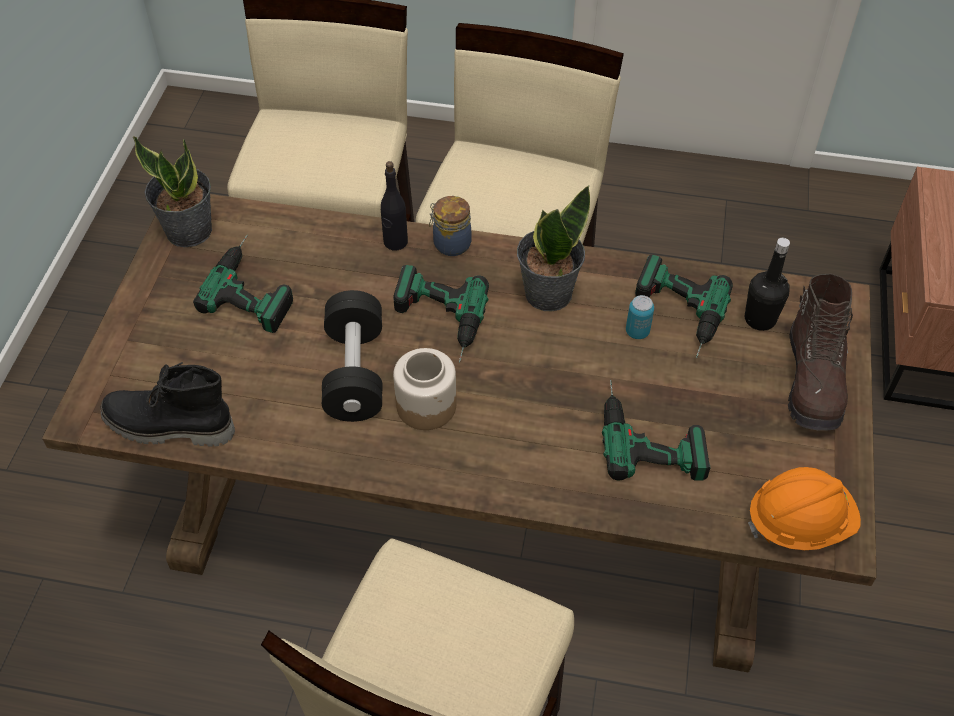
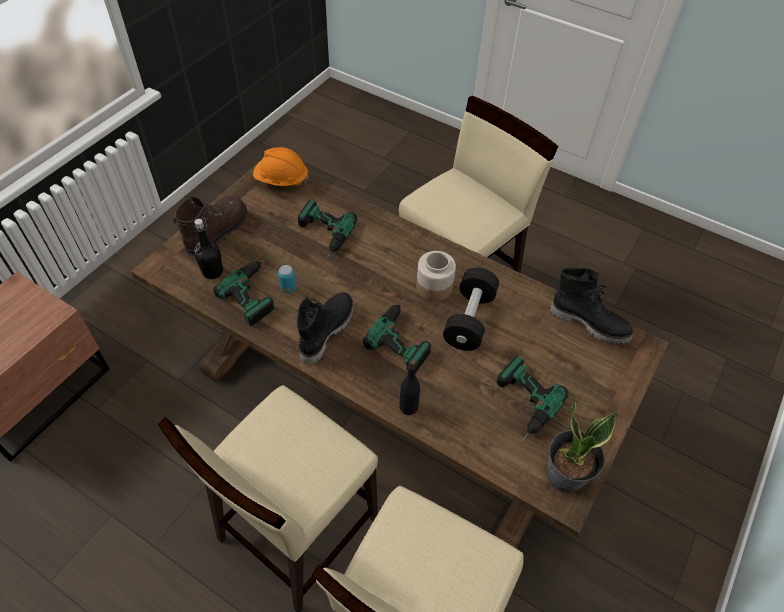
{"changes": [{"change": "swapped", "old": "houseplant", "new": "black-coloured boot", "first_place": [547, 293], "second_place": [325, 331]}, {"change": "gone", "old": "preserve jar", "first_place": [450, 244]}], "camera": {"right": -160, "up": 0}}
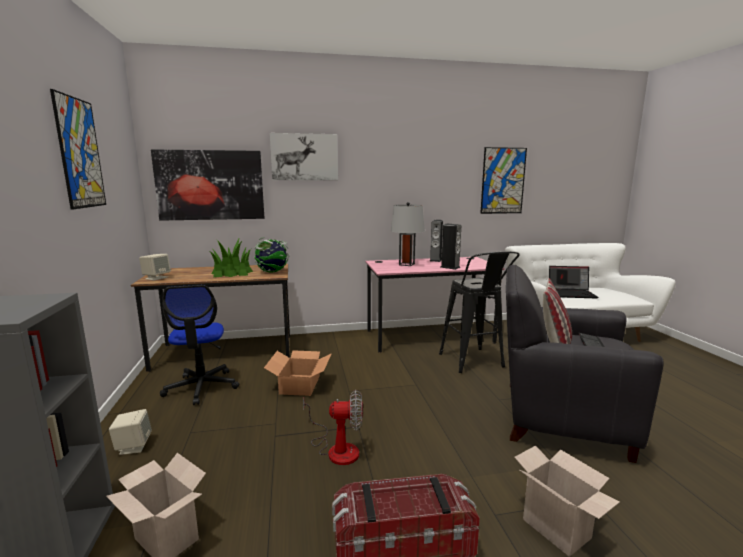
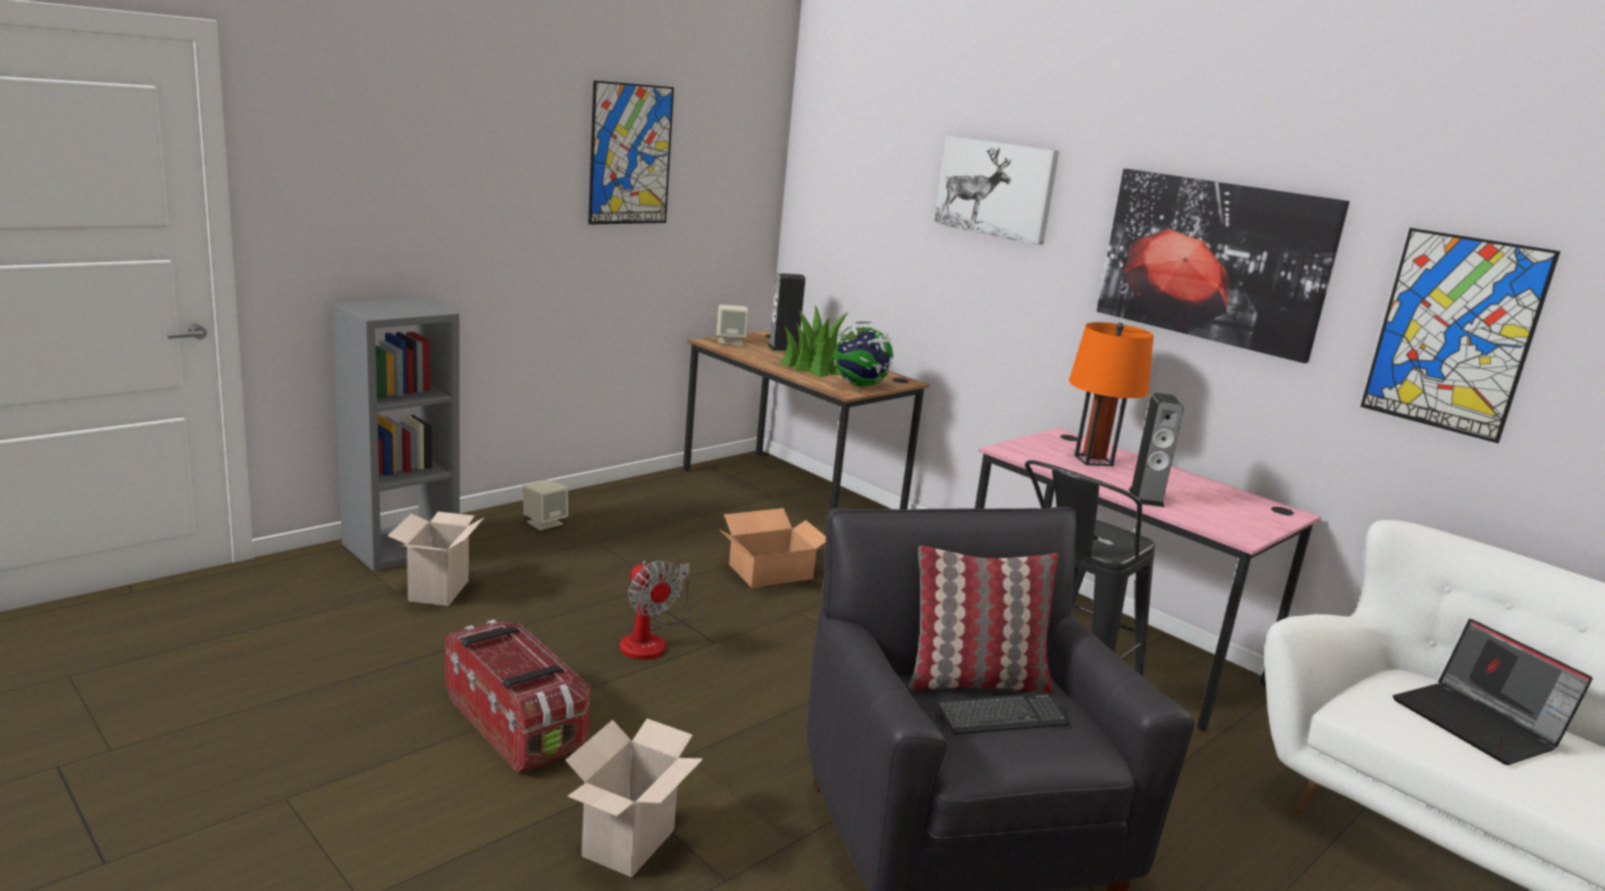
{"changes": [{"change": "shifted", "old": "speaker", "first_place": [435, 260], "second_place": [783, 348]}, {"change": "repainted", "old": "greyish lamp for a table", "new": "orangey lamp for a table", "first_place": [406, 264], "second_place": [1093, 460]}, {"change": "shifted", "old": "wall art", "first_place": [210, 185], "second_place": [1213, 261]}, {"change": "gone", "old": "office chair", "first_place": [202, 387]}], "camera": {"right": 55, "up": 5}}
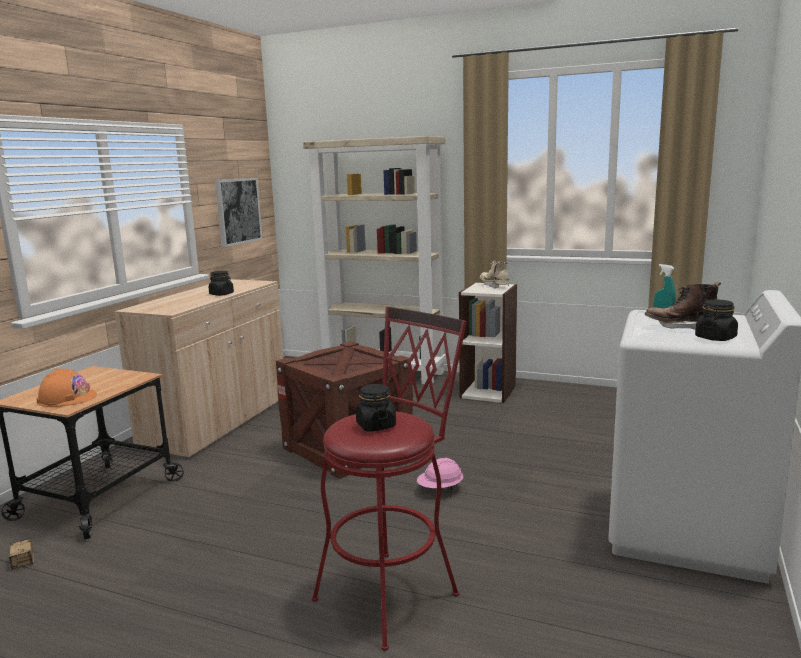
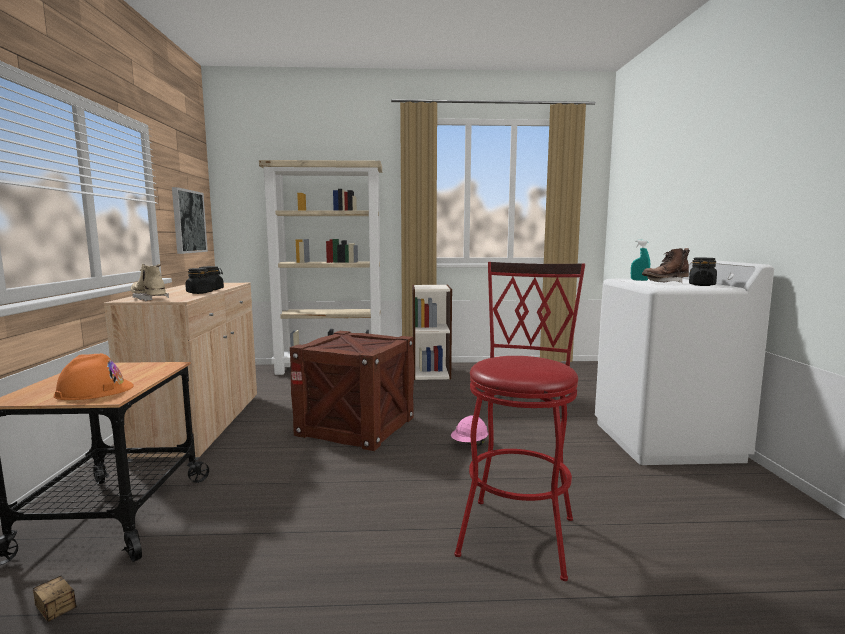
{"changes": [{"change": "shifted", "old": "beige-coloured boot", "first_place": [494, 286], "second_place": [149, 299]}, {"change": "shifted", "old": "black-coloured preserve jar", "first_place": [375, 426], "second_place": [199, 293]}], "camera": {"right": -25, "up": -5}}
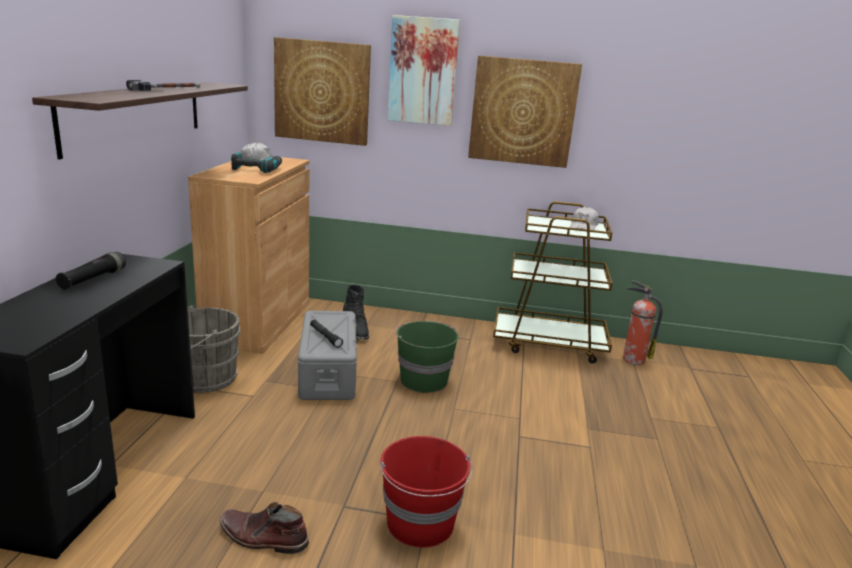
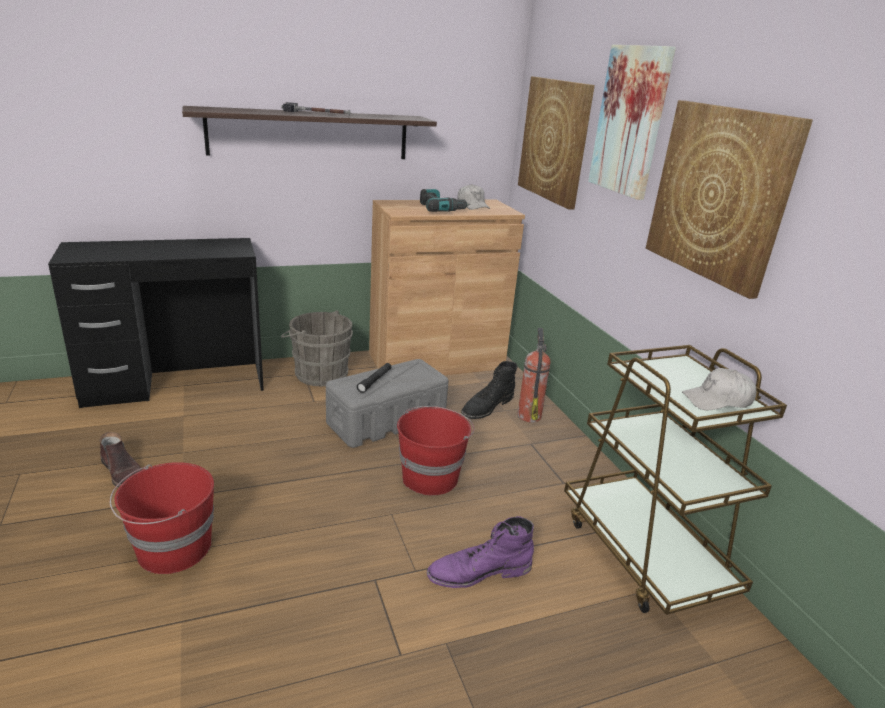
{"changes": [{"change": "rotated", "old": "brownish boot", "first_place": [263, 538], "second_place": [123, 473], "degrees": 150}, {"change": "repainted", "old": "green bucket", "new": "red bucket", "first_place": [423, 380], "second_place": [430, 477]}, {"change": "new", "new": "purplish boot", "second_place": [479, 572]}, {"change": "shifted", "old": "extinguisher", "first_place": [632, 359], "second_place": [529, 415]}, {"change": "gone", "old": "black-coloured hand torch", "first_place": [93, 279]}], "camera": {"right": 60, "up": 5}}
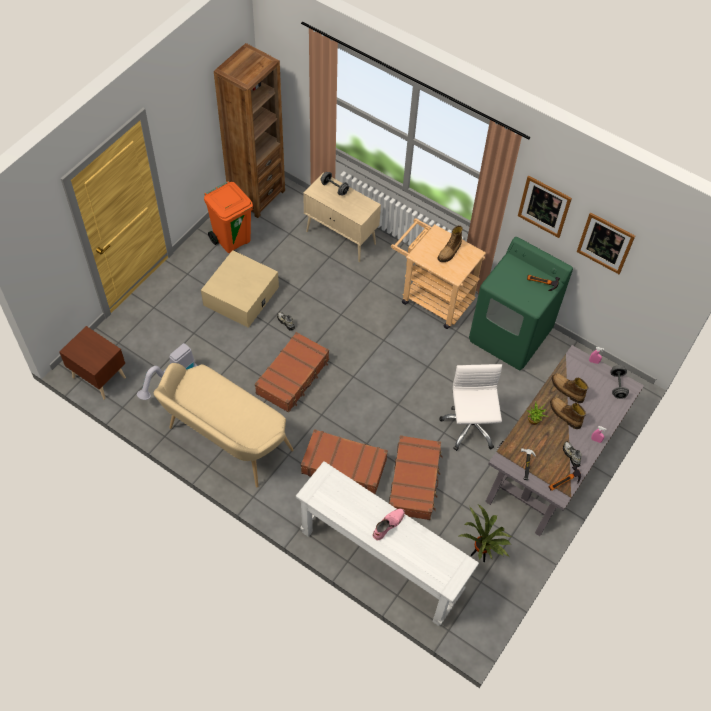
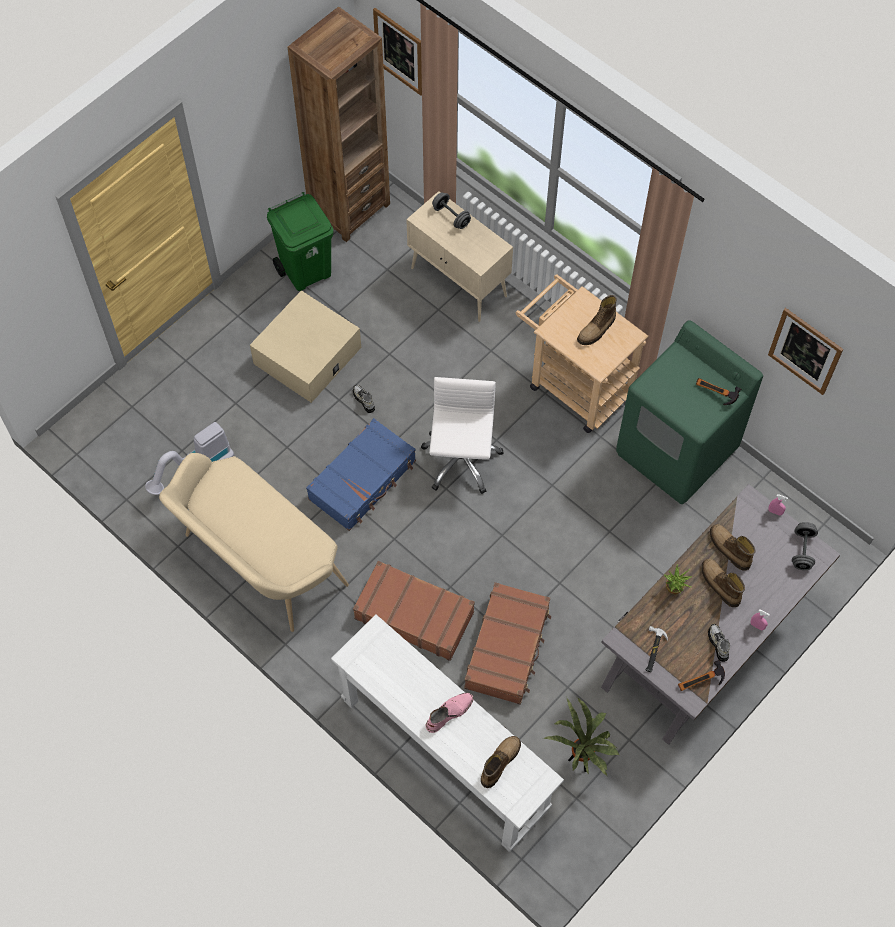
{"changes": [{"change": "repainted", "old": "orangey rubbish bin", "new": "green rubbish bin", "first_place": [232, 239], "second_place": [306, 271]}, {"change": "repainted", "old": "brownish travel case", "new": "blue travel case", "first_place": [293, 377], "second_place": [363, 480]}, {"change": "shifted", "old": "wall art", "first_place": [544, 206], "second_place": [399, 51]}, {"change": "shifted", "old": "white office chair", "first_place": [470, 426], "second_place": [460, 460]}, {"change": "new", "new": "boot", "second_place": [499, 762]}, {"change": "gone", "old": "brownish night table", "first_place": [99, 376]}], "camera": {"right": 10, "up": 5}}
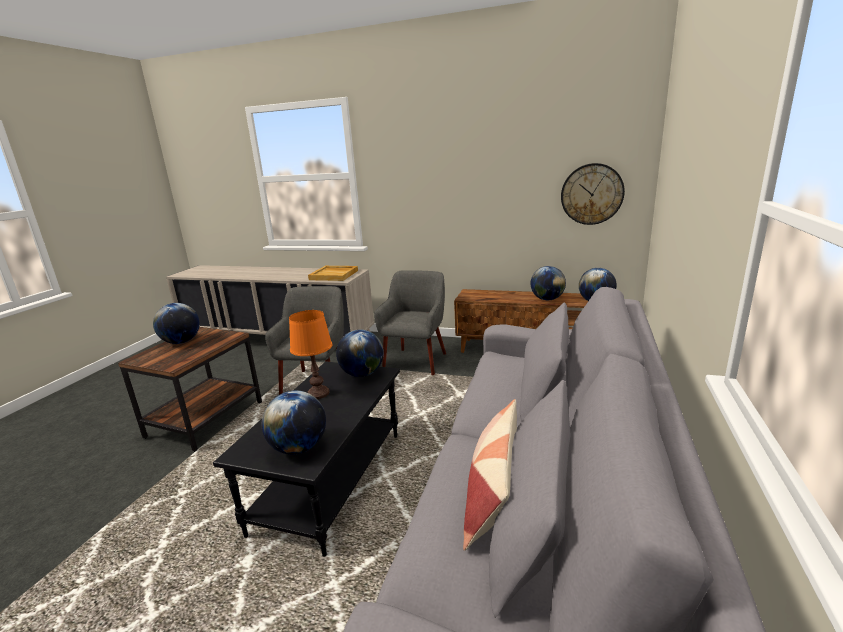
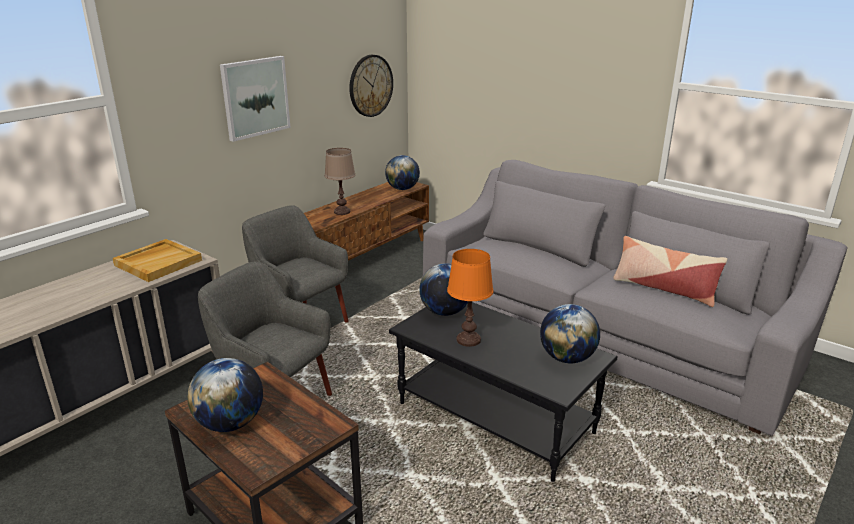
{"changes": [{"change": "new", "new": "wall art", "second_place": [255, 97]}, {"change": "new", "new": "brownish lamp for a table", "second_place": [342, 212]}, {"change": "gone", "old": "globe", "first_place": [547, 299]}], "camera": {"right": -70, "up": 5}}
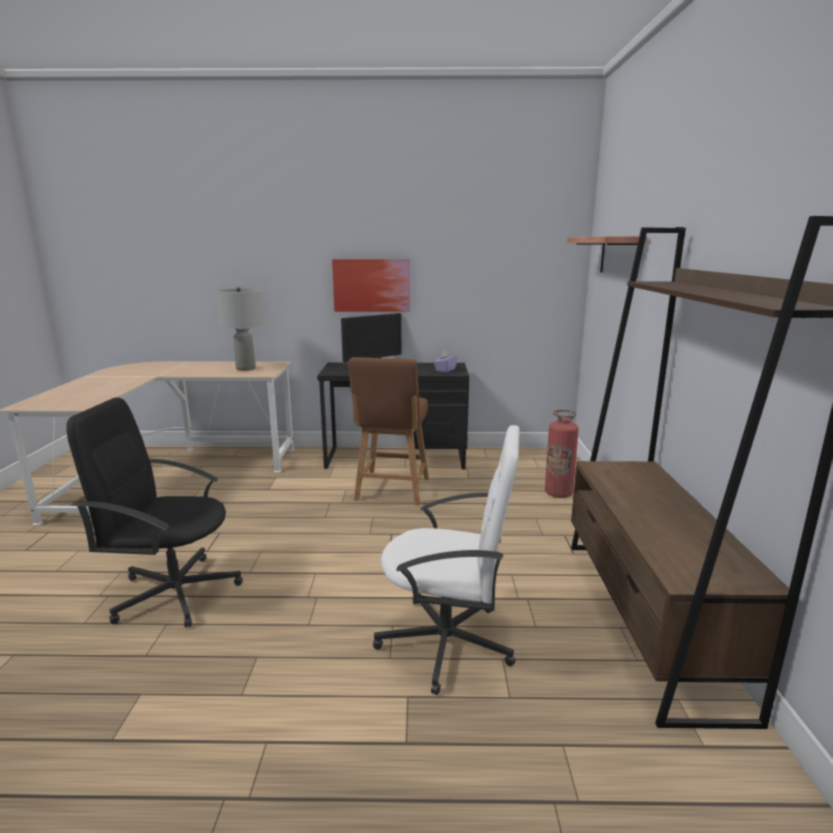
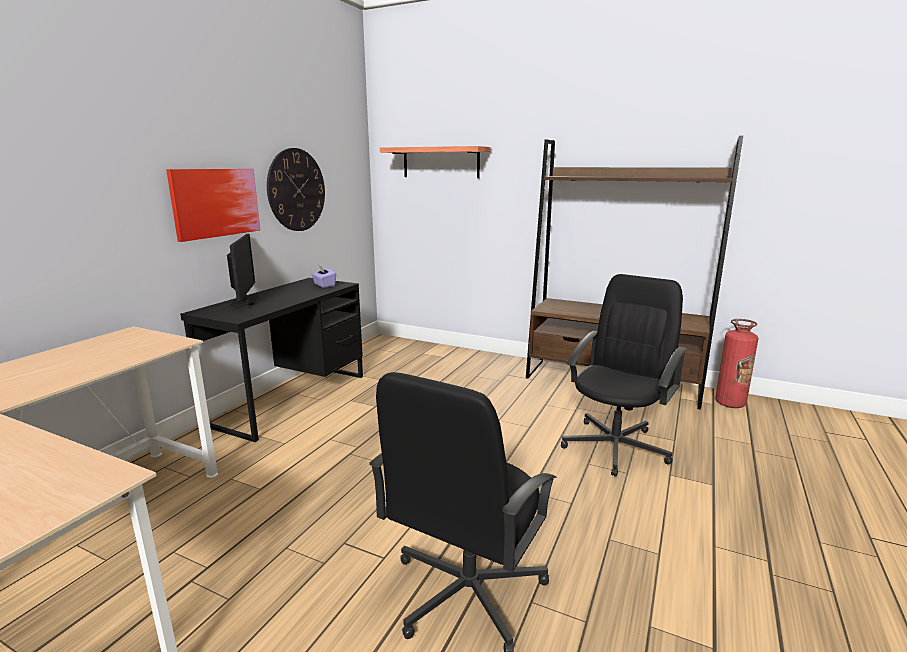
{"changes": [{"change": "new", "new": "wall clock", "second_place": [296, 190]}, {"change": "repainted", "old": "white office chair", "new": "black-coloured office chair", "first_place": [448, 642], "second_place": [616, 446]}, {"change": "shifted", "old": "extinguisher", "first_place": [558, 493], "second_place": [730, 403]}, {"change": "gone", "old": "greyish lamp for a table", "first_place": [245, 368]}, {"change": "gone", "old": "brownish sitting stool", "first_place": [392, 491]}], "camera": {"right": -65, "up": 0}}
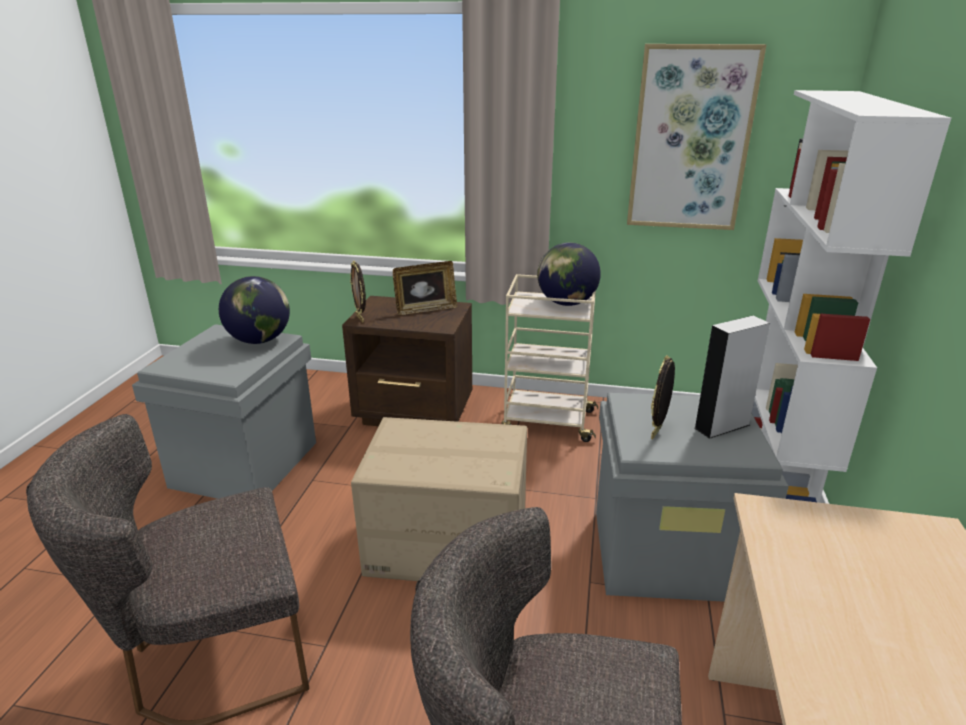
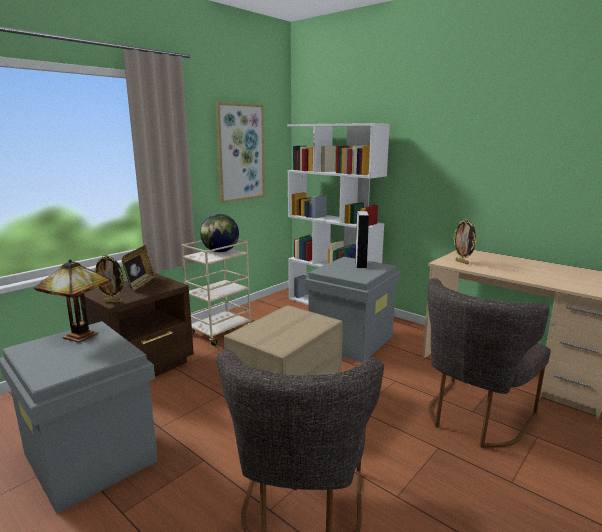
{"changes": [{"change": "swapped", "old": "globe", "new": "lamp for a table", "first_place": [260, 340], "second_place": [81, 334]}, {"change": "shifted", "old": "picture frame", "first_place": [657, 432], "second_place": [462, 262]}], "camera": {"right": -60, "up": -10}}
